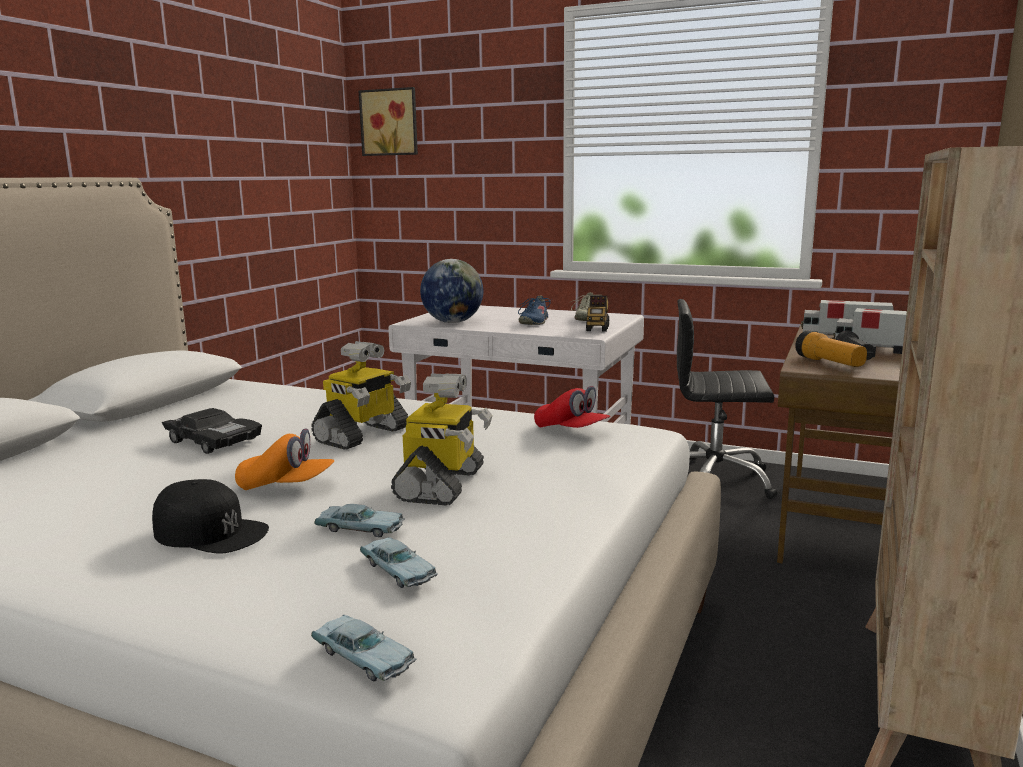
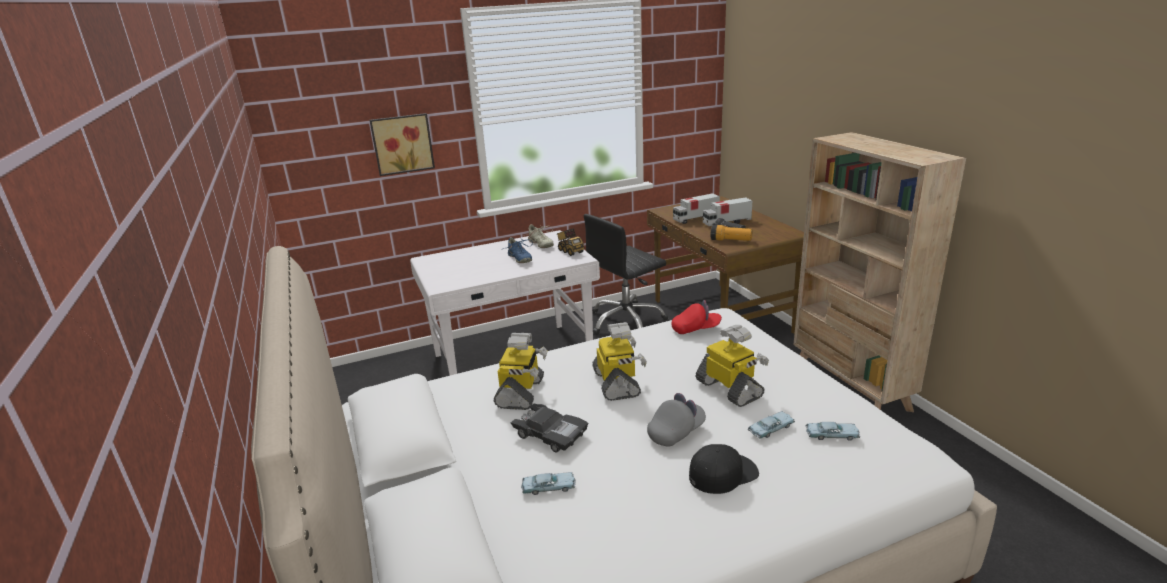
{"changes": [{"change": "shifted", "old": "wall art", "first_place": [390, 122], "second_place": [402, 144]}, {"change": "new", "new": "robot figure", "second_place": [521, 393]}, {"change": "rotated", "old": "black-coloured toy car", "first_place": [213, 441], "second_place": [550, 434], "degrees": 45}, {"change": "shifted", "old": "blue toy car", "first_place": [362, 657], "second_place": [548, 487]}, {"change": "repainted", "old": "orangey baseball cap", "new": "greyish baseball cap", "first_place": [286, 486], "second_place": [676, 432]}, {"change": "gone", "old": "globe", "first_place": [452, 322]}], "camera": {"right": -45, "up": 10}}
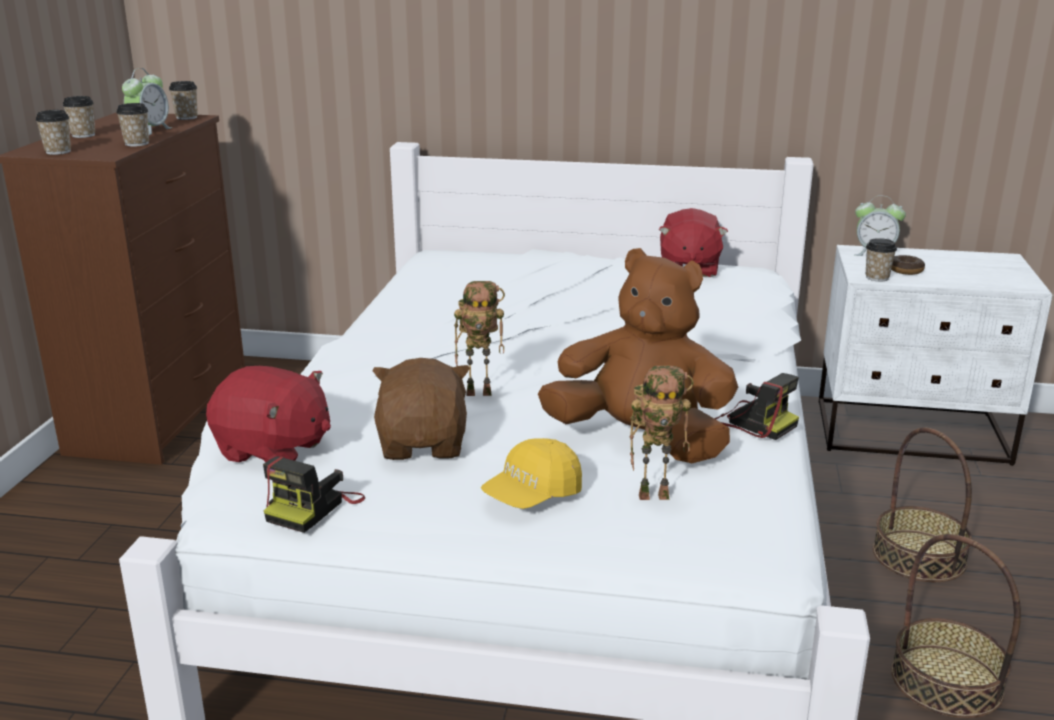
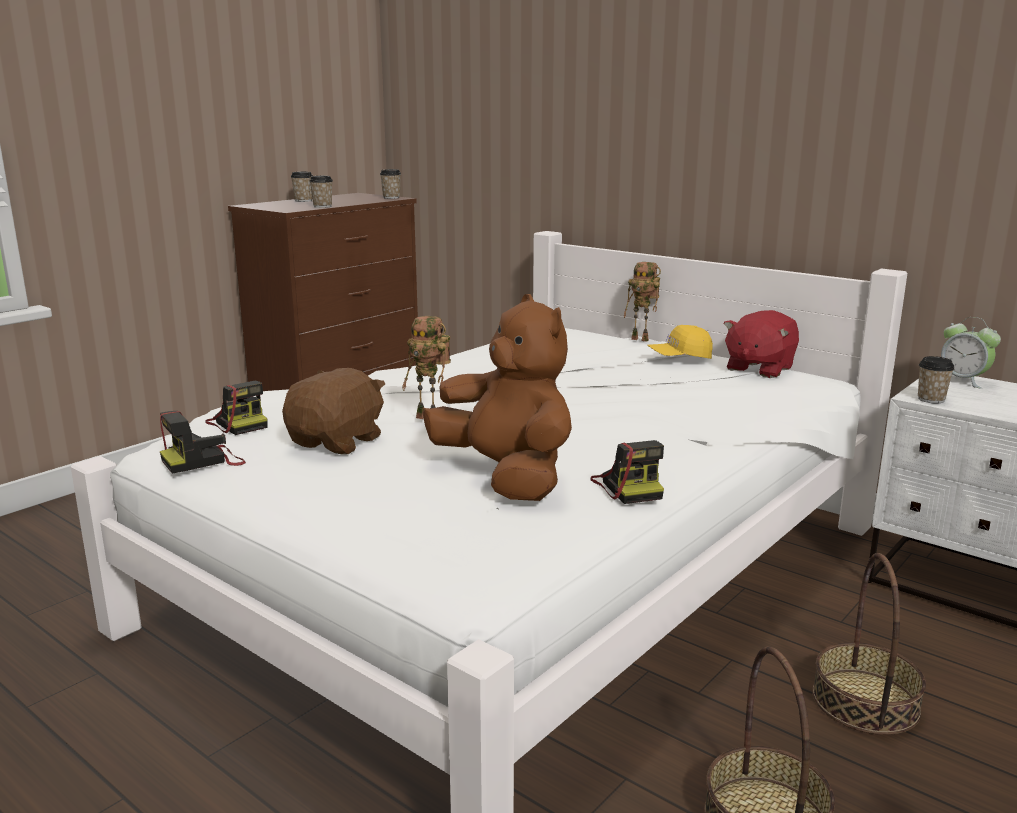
{"changes": [{"change": "swapped", "old": "red soft toy", "new": "photo camera", "first_place": [273, 450], "second_place": [239, 423]}, {"change": "shifted", "old": "robot figure", "first_place": [655, 495], "second_place": [641, 339]}, {"change": "shifted", "old": "yellowish baseball cap", "first_place": [532, 495], "second_place": [680, 358]}, {"change": "gone", "old": "drinking cup", "first_place": [58, 152]}, {"change": "gone", "old": "table clock", "first_place": [150, 130]}, {"change": "gone", "old": "ring doughnut", "first_place": [905, 270]}], "camera": {"right": 30, "up": -5}}
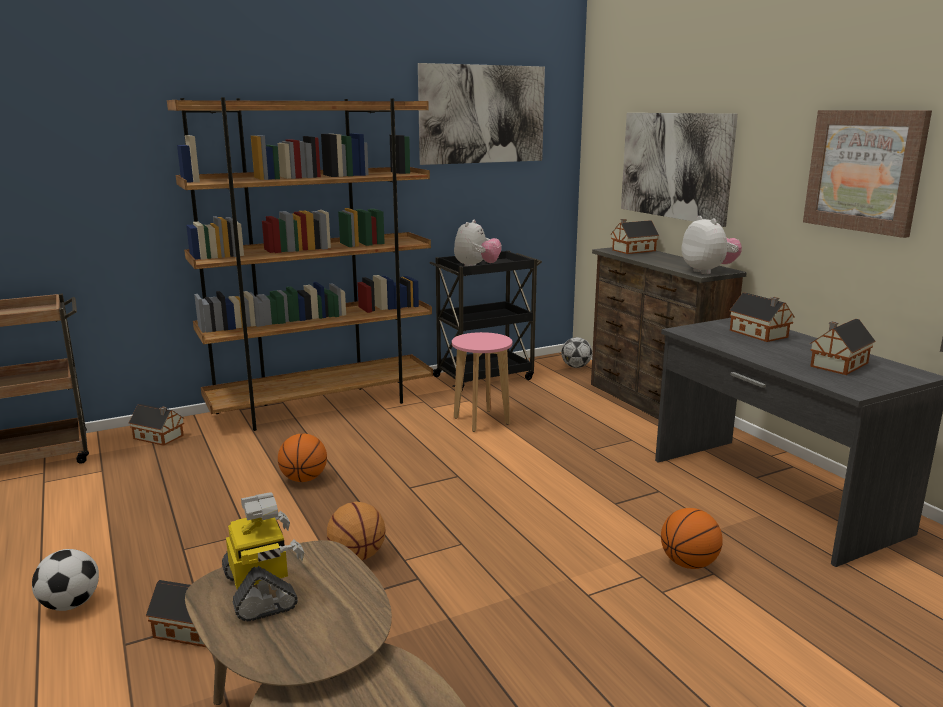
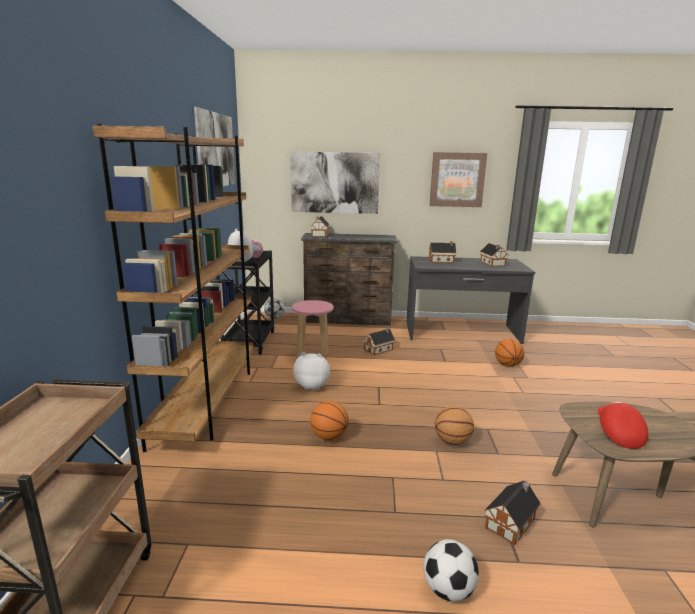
{"changes": [{"change": "shifted", "old": "soft toy", "first_place": [708, 271], "second_place": [313, 386]}, {"change": "shifted", "old": "model house", "first_place": [159, 437], "second_place": [379, 349]}, {"change": "swapped", "old": "robot figure", "new": "red baseball cap", "first_place": [262, 591], "second_place": [617, 433]}], "camera": {"right": -60, "up": 0}}
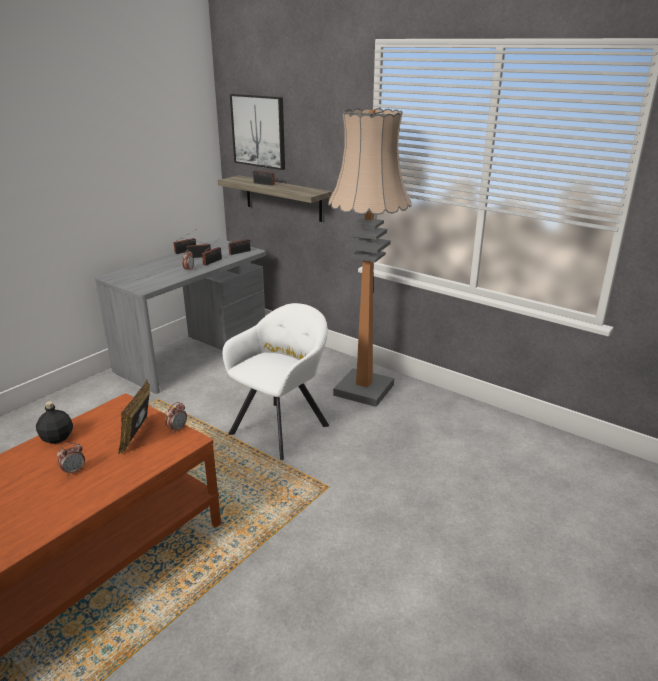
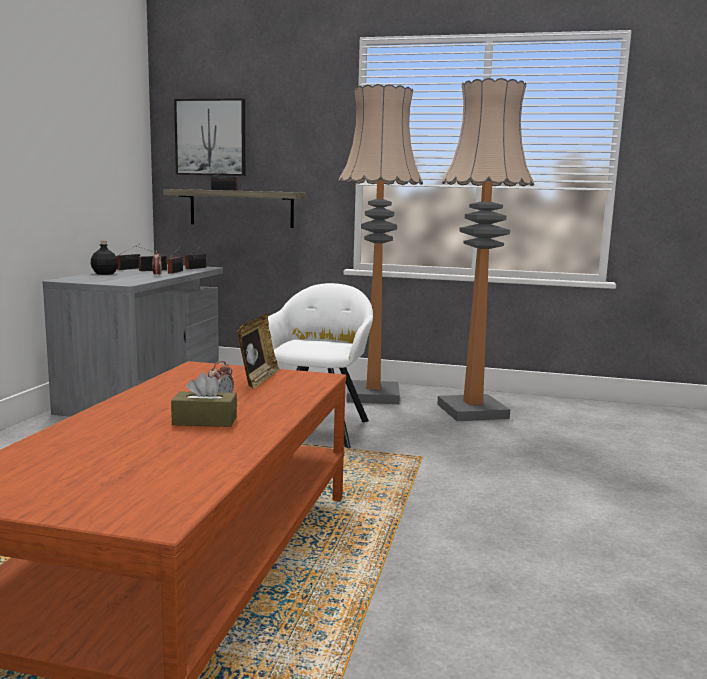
{"changes": [{"change": "shifted", "old": "black-coloured drink bottle", "first_place": [57, 438], "second_place": [105, 273]}, {"change": "new", "new": "brownish tissue holder", "second_place": [205, 421]}, {"change": "rotated", "old": "picture frame", "first_place": [138, 436], "second_place": [258, 380], "degrees": -150}, {"change": "new", "new": "floor lamp", "second_place": [472, 411]}, {"change": "gone", "old": "table clock", "first_place": [177, 429]}], "camera": {"right": -25, "up": -15}}
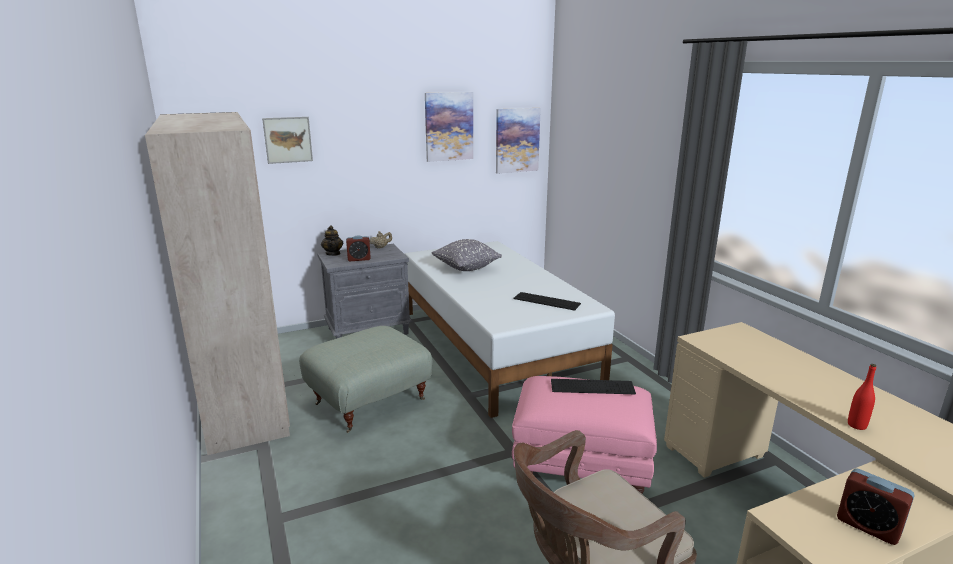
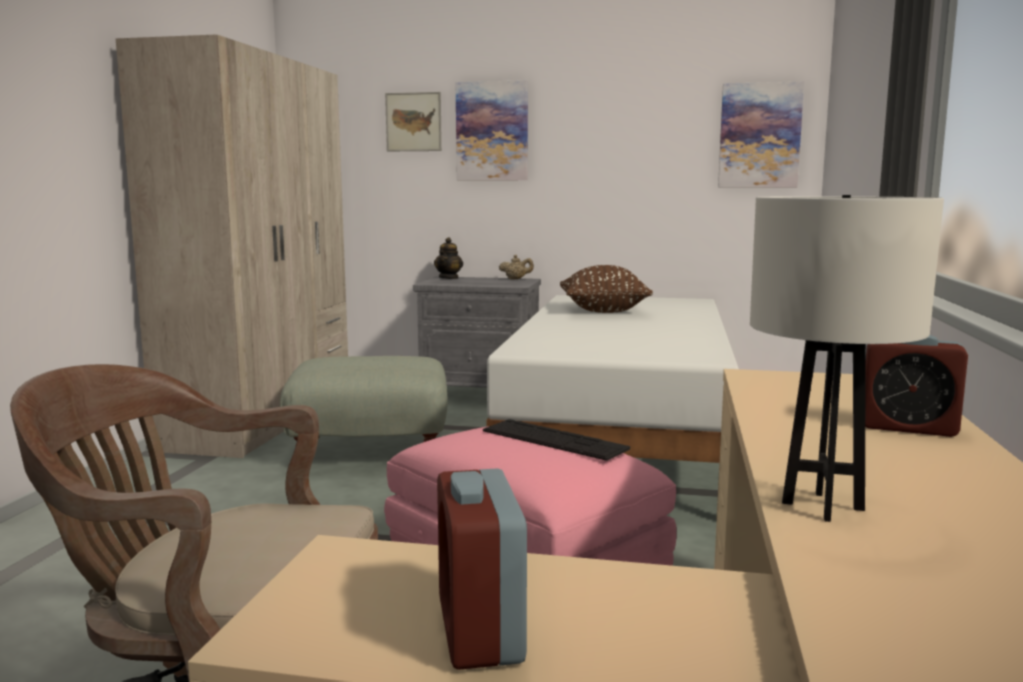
{"changes": [{"change": "shifted", "old": "wall art", "first_place": [449, 126], "second_place": [492, 131]}, {"change": "repainted", "old": "greyish throw pillow", "new": "brownish throw pillow", "first_place": [466, 268], "second_place": [603, 311]}, {"change": "swapped", "old": "red drink bottle", "new": "white lamp for a table", "first_place": [856, 425], "second_place": [823, 506]}, {"change": "shifted", "old": "table clock", "first_place": [359, 259], "second_place": [907, 427]}, {"change": "gone", "old": "computer keyboard", "first_place": [546, 301]}], "camera": {"right": 35, "up": -10}}
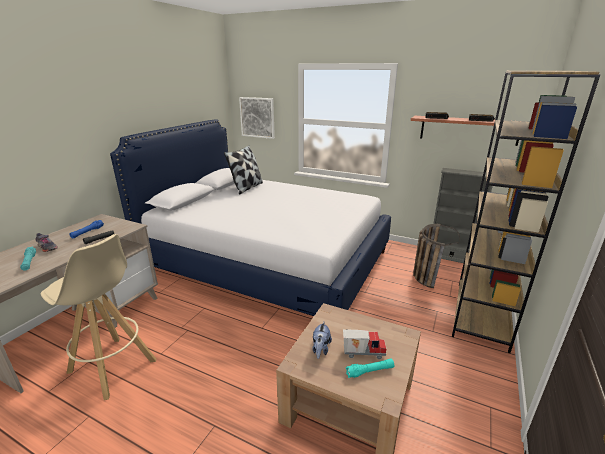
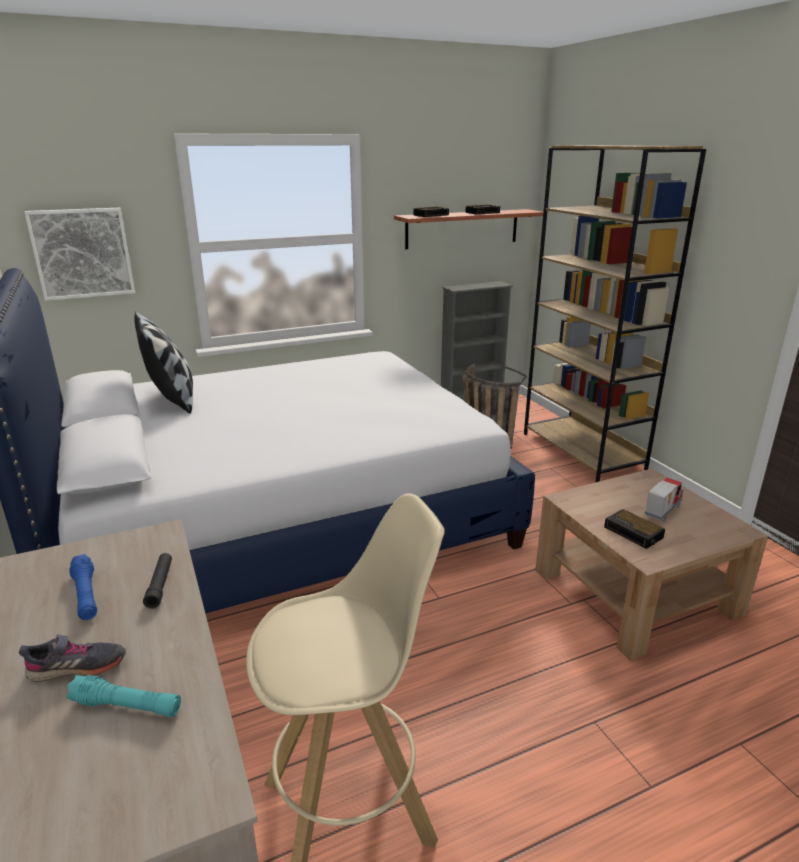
{"changes": [{"change": "swapped", "old": "soft toy", "new": "table clock", "first_place": [320, 349], "second_place": [634, 533]}, {"change": "gone", "old": "turquoise-coloured hand torch", "first_place": [370, 371]}], "camera": {"right": -50, "up": 0}}
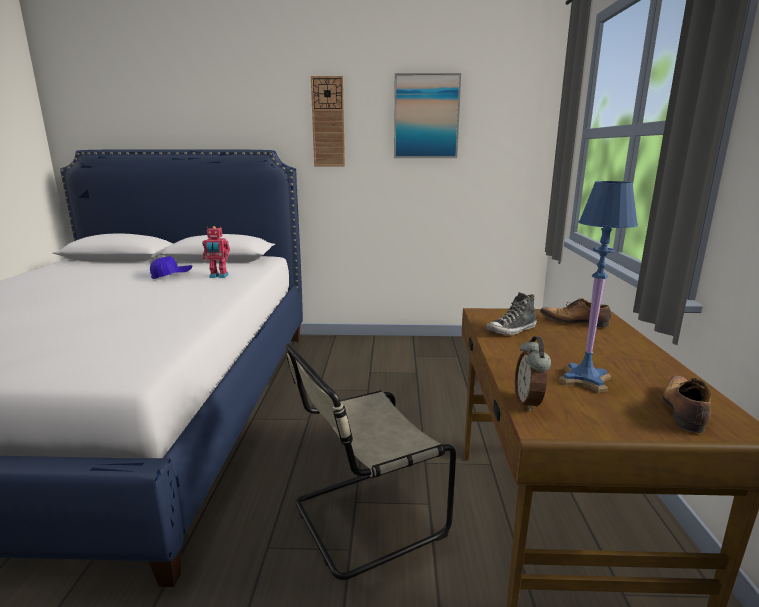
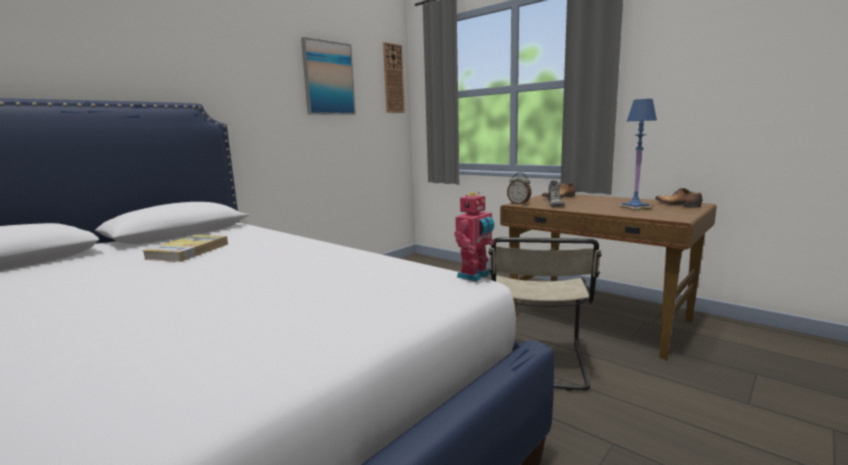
{"changes": [{"change": "swapped", "old": "blue baseball cap", "new": "bound book", "first_place": [172, 275], "second_place": [188, 251]}, {"change": "shifted", "old": "wall clock", "first_place": [328, 122], "second_place": [393, 79]}, {"change": "shifted", "old": "robot figure", "first_place": [218, 276], "second_place": [475, 276]}, {"change": "shifted", "old": "table clock", "first_place": [529, 402], "second_place": [519, 204]}], "camera": {"right": -50, "up": -5}}
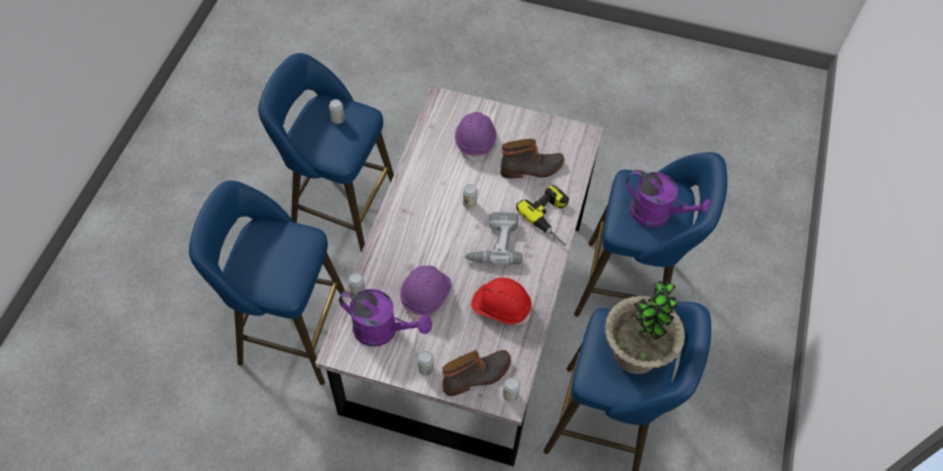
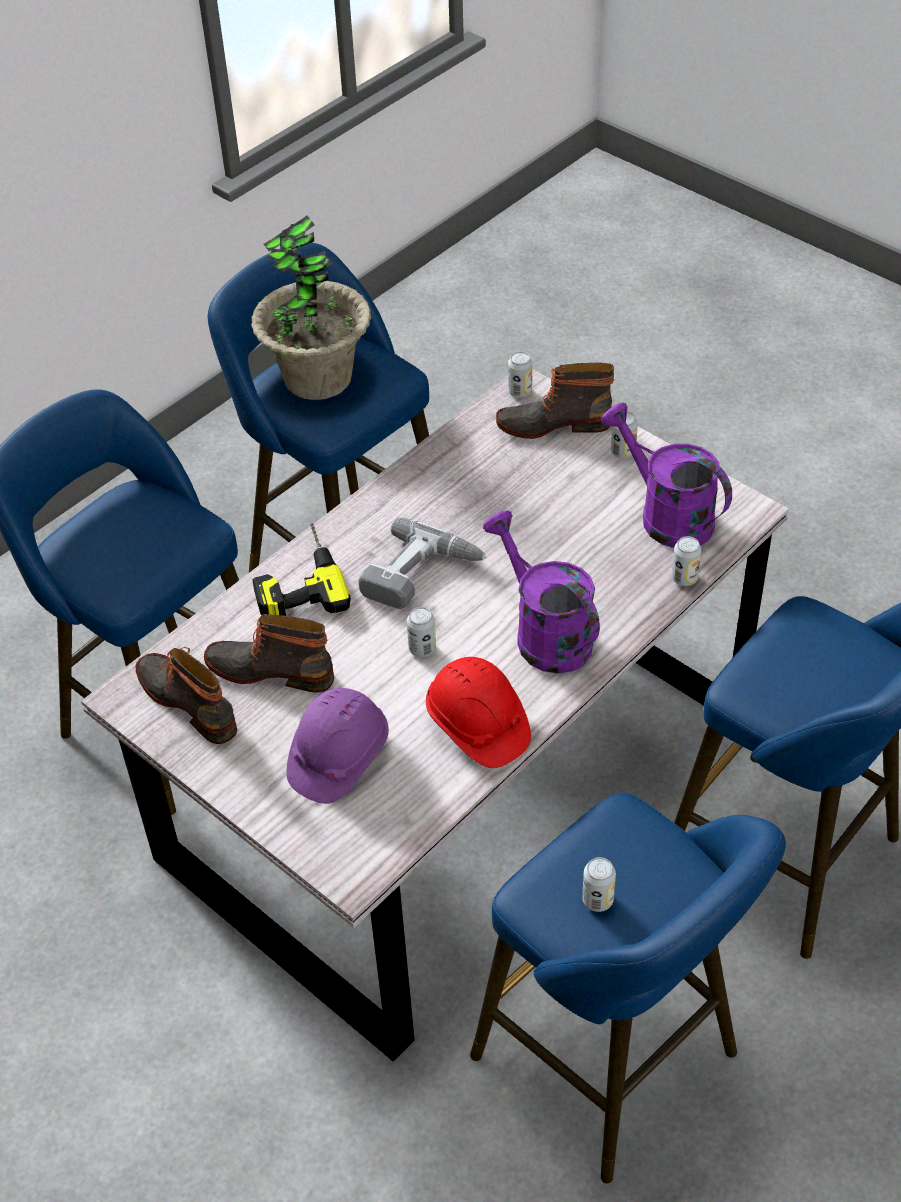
{"changes": [{"change": "new", "new": "boot", "second_place": [190, 701]}, {"change": "shifted", "old": "red hard hat", "first_place": [501, 306], "second_place": [477, 726]}, {"change": "shifted", "old": "purplish watering pot", "first_place": [657, 214], "second_place": [544, 633]}, {"change": "gone", "old": "purplish hard hat", "first_place": [426, 295]}], "camera": {"right": -150, "up": -10}}
